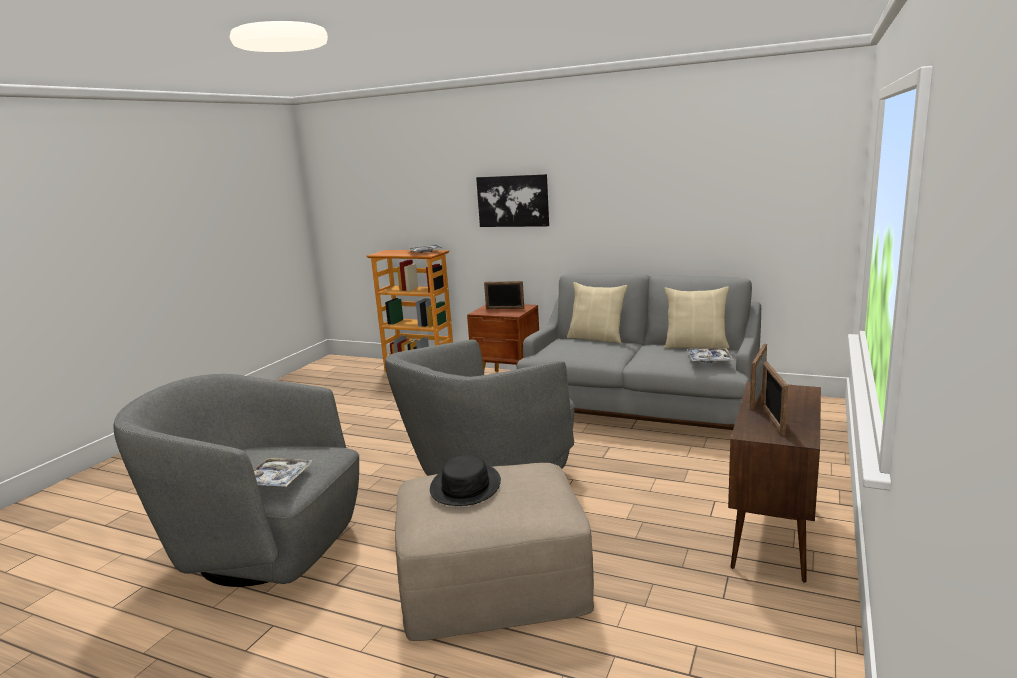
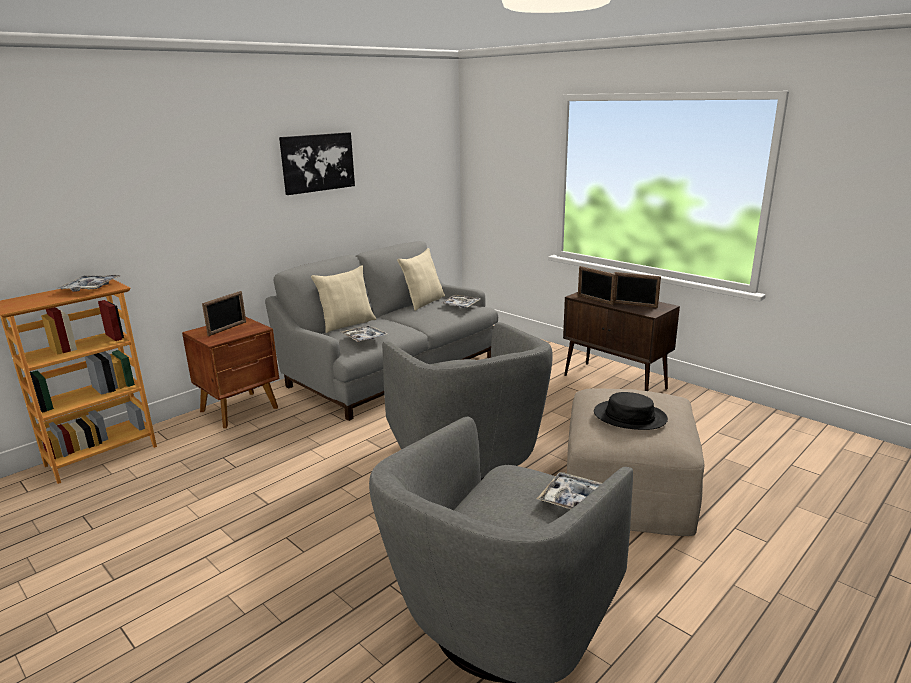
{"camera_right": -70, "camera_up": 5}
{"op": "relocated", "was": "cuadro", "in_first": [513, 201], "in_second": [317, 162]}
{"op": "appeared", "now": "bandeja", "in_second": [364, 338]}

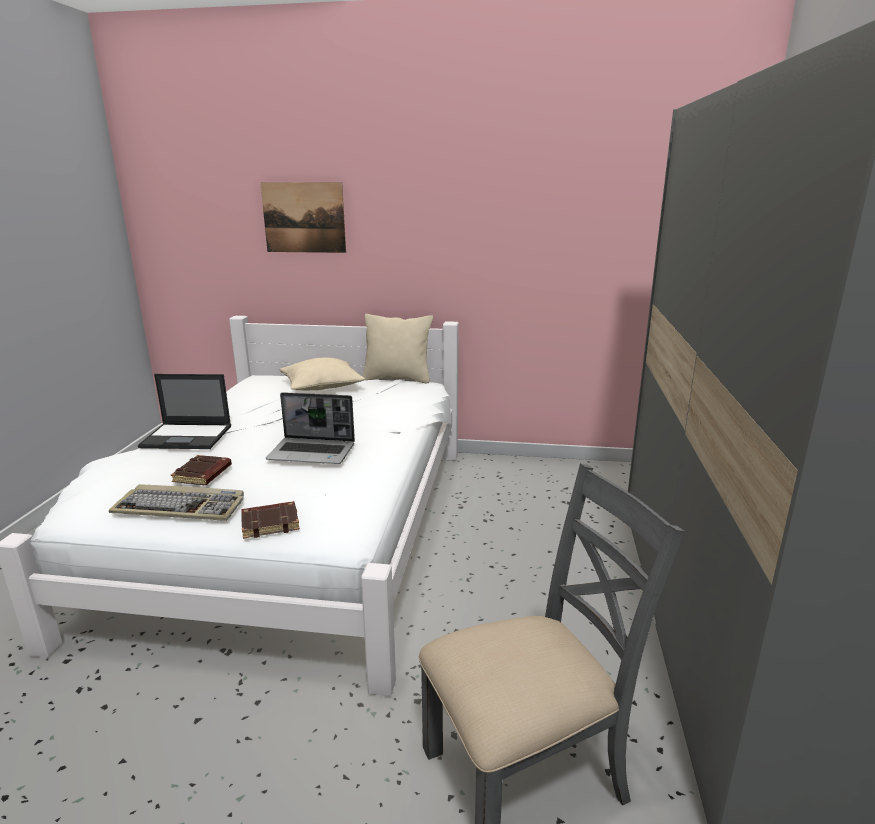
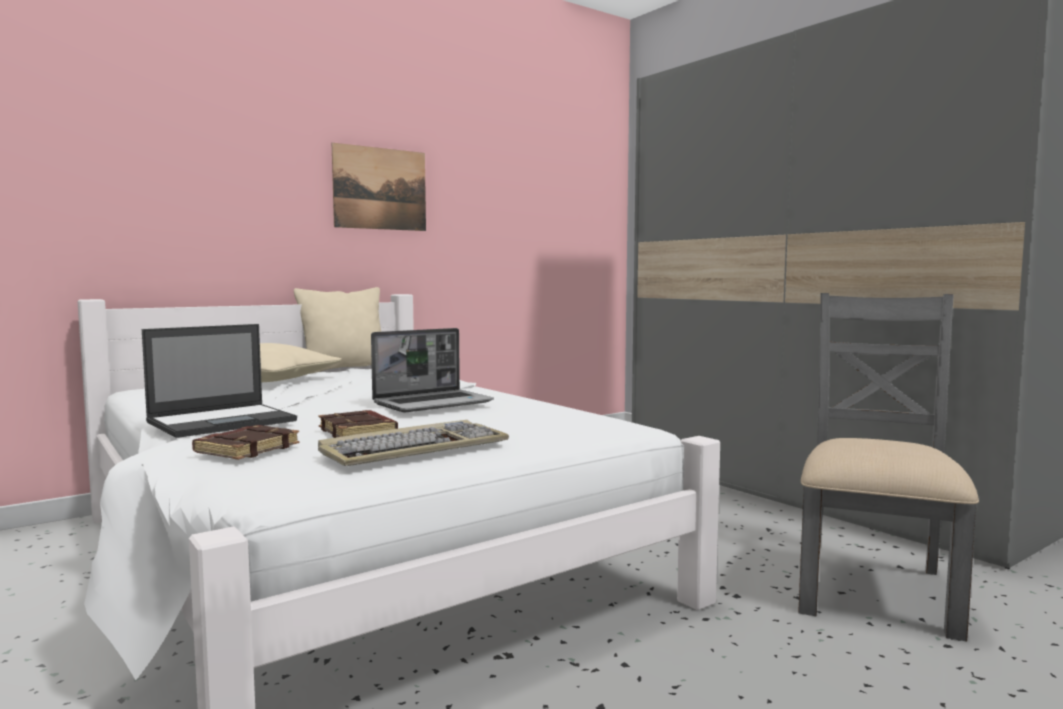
{"camera_right": -45, "camera_up": -15}
{"op": "relocated", "was": "cuadro", "in_first": [304, 217], "in_second": [380, 188]}
{"op": "relocated", "was": "libro [marrón]", "in_first": [271, 523], "in_second": [247, 449]}

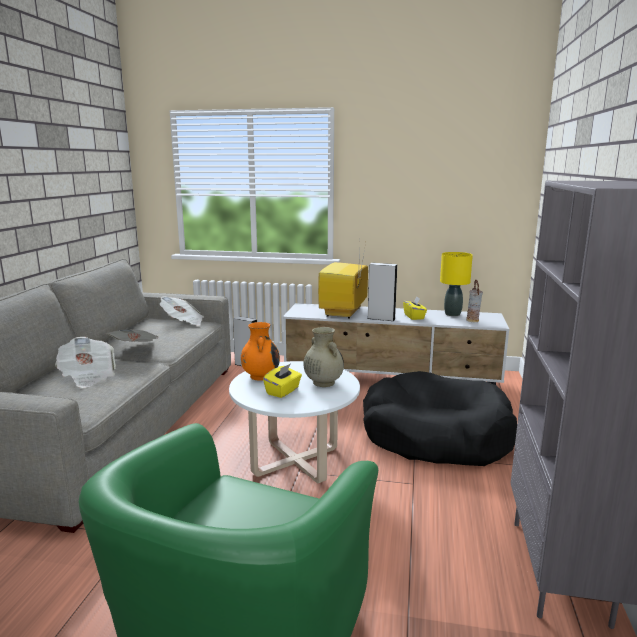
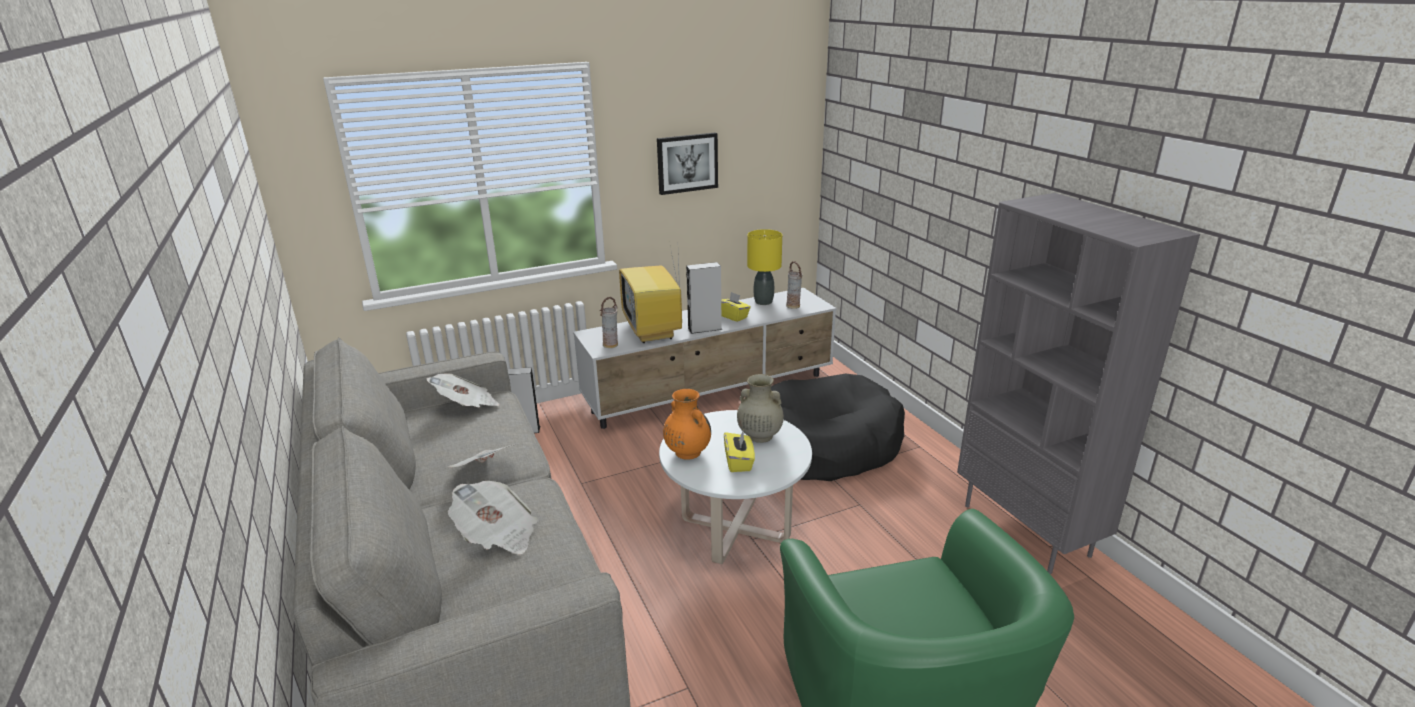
{"camera_right": -35, "camera_up": 10}
{"op": "appeared", "now": "cuadro", "in_second": [687, 163]}
{"op": "appeared", "now": "florero", "in_second": [611, 345]}

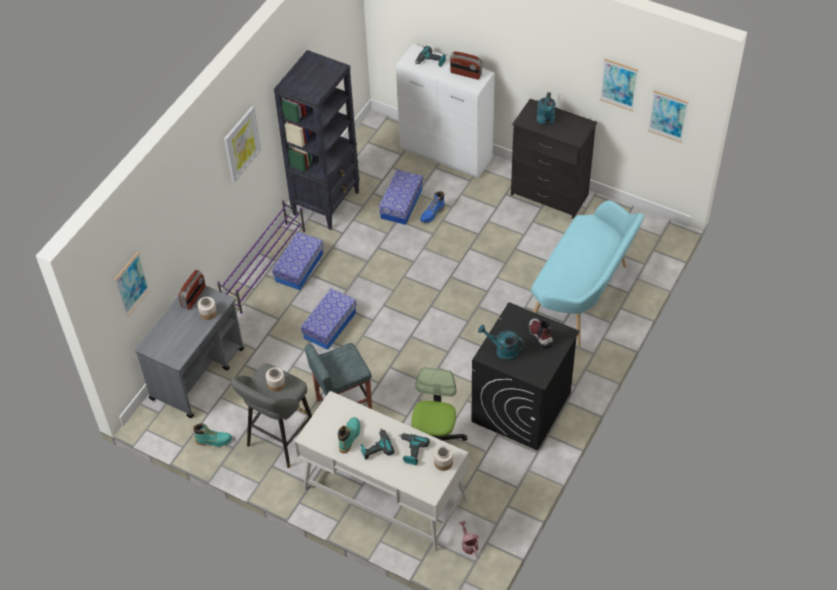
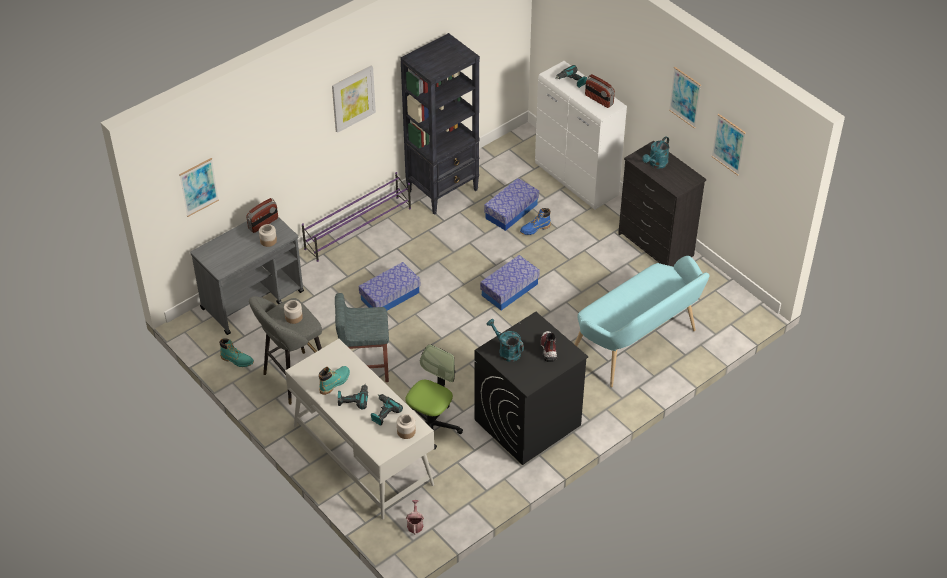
{"camera_right": 20, "camera_up": -5}
{"op": "relocated", "was": "cuadro", "in_first": [668, 116], "in_second": [685, 97]}
{"op": "relocated", "was": "caja de almacenaje", "in_first": [299, 267], "in_second": [509, 289]}

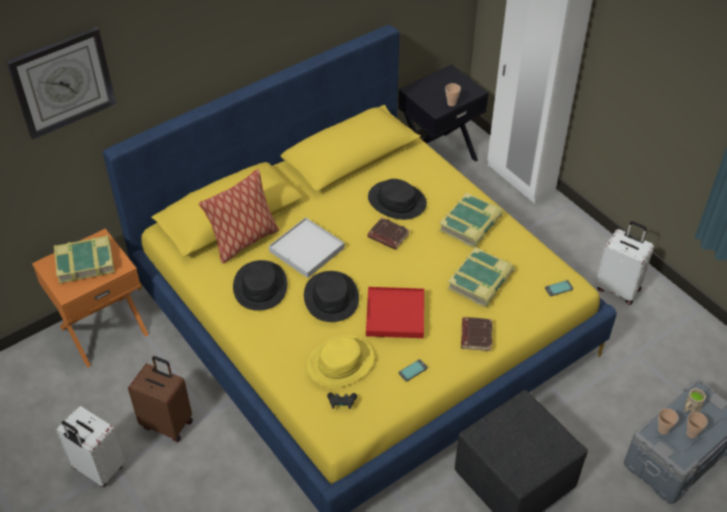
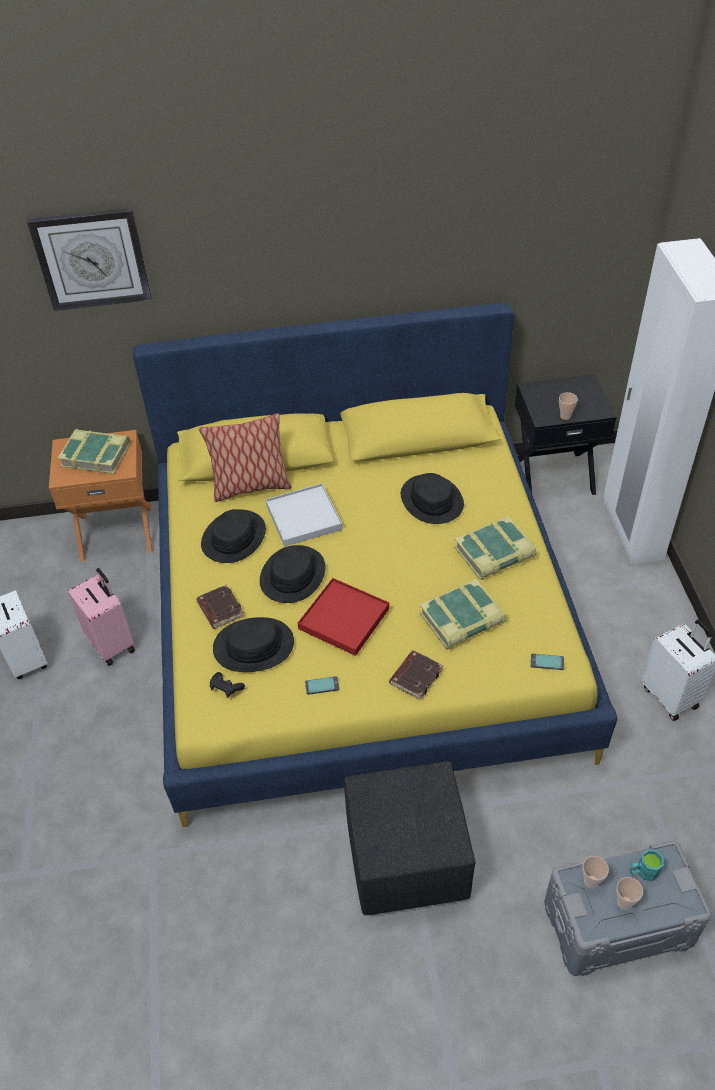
{"camera_right": 30, "camera_up": 0}
{"op": "relocated", "was": "libro [marrón]", "in_first": [387, 236], "in_second": [219, 609]}
{"op": "colour", "was": "sombrero [amarillo]", "now": "sombrero [negro]", "in_first": [340, 362], "in_second": [253, 646]}
{"op": "colour", "was": "maleta [marrón]", "now": "maleta [rosa]", "in_first": [168, 423], "in_second": [112, 644]}
{"op": "colour", "was": "taza grande [beis]", "now": "taza grande [turquesa]", "in_first": [690, 408], "in_second": [643, 871]}

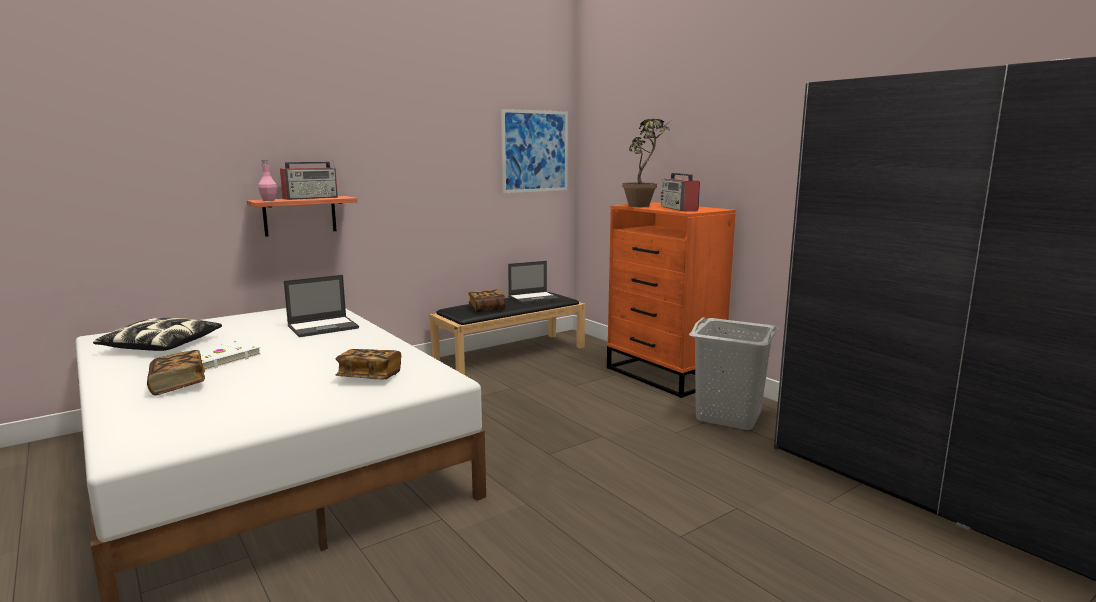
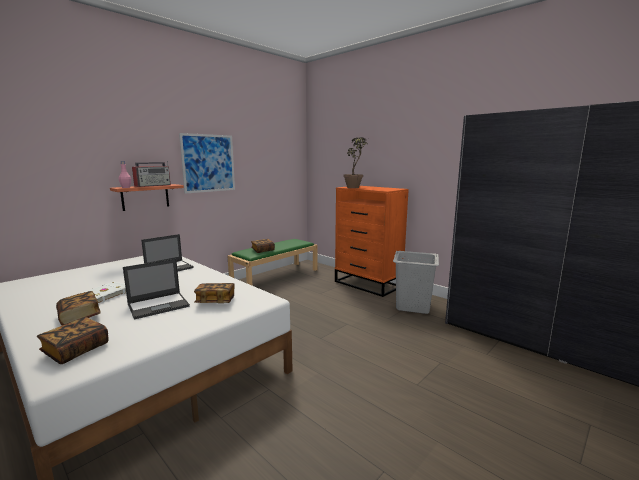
{"camera_right": -10, "camera_up": 0}
{"op": "relocated", "was": "cuadro", "in_first": [535, 151], "in_second": [208, 163]}
{"op": "missing", "was": "radio", "in_first": [679, 209]}
{"op": "relocated", "was": "portátil", "in_first": [534, 298], "in_second": [159, 305]}
{"op": "colour", "was": "banco [negro]", "now": "banco [verde]", "in_first": [511, 353], "in_second": [276, 276]}
{"op": "missing", "was": "cojín", "in_first": [162, 345]}
{"op": "appeared", "now": "libro", "in_second": [76, 350]}

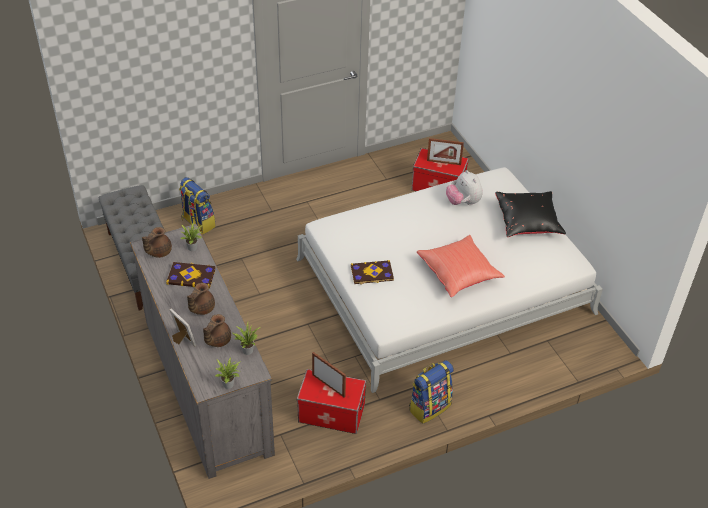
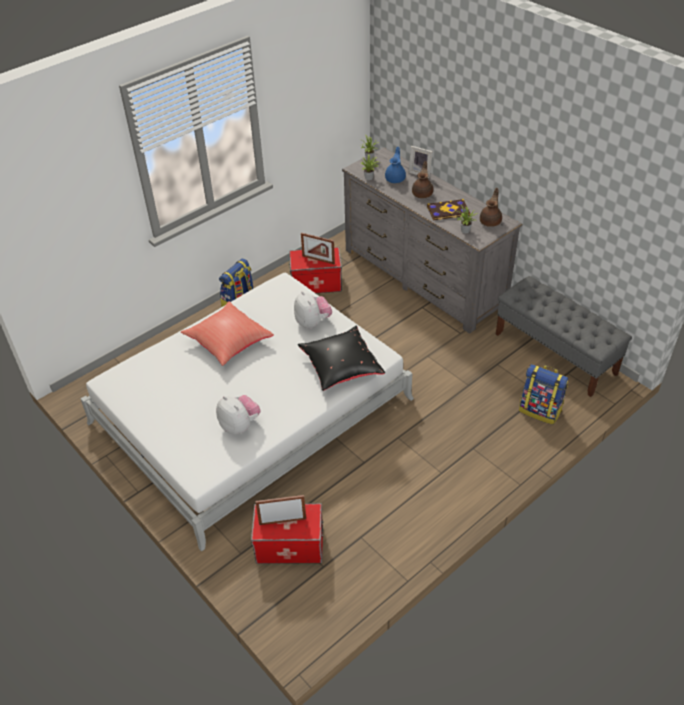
{"camera_right": 165, "camera_up": 0}
{"op": "relocated", "was": "cojín [negro]", "in_first": [528, 223], "in_second": [340, 368]}
{"op": "exchanged", "was": "libro", "now": "peluche", "in_first": [372, 273], "in_second": [312, 322]}
{"op": "colour", "was": "tetera [marrón]", "now": "tetera [azul]", "in_first": [217, 340], "in_second": [395, 178]}

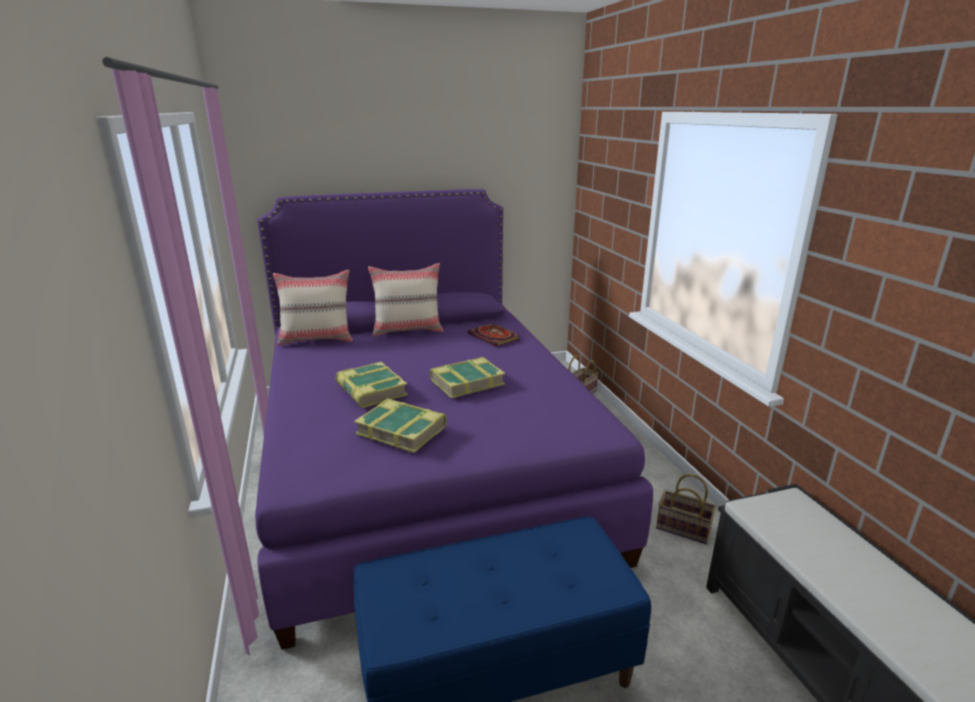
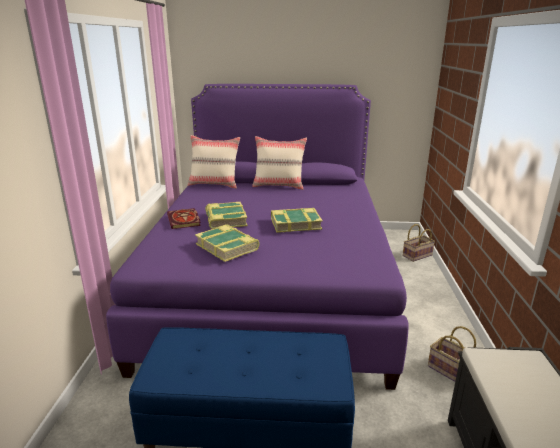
{"camera_right": 20, "camera_up": 0}
{"op": "relocated", "was": "libro", "in_first": [495, 337], "in_second": [184, 220]}

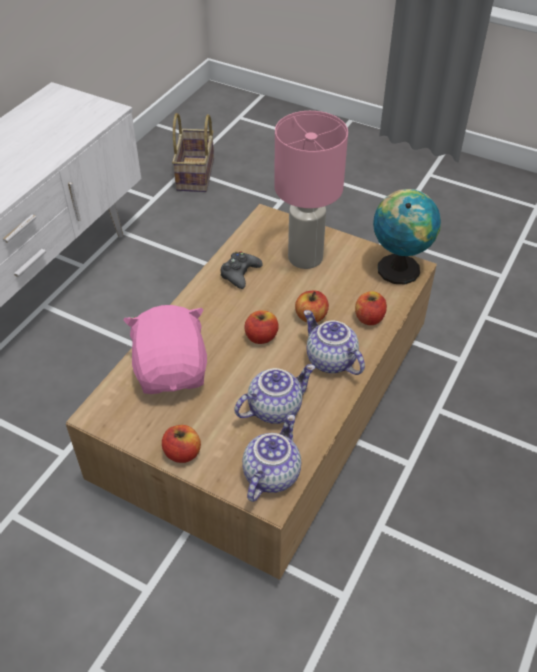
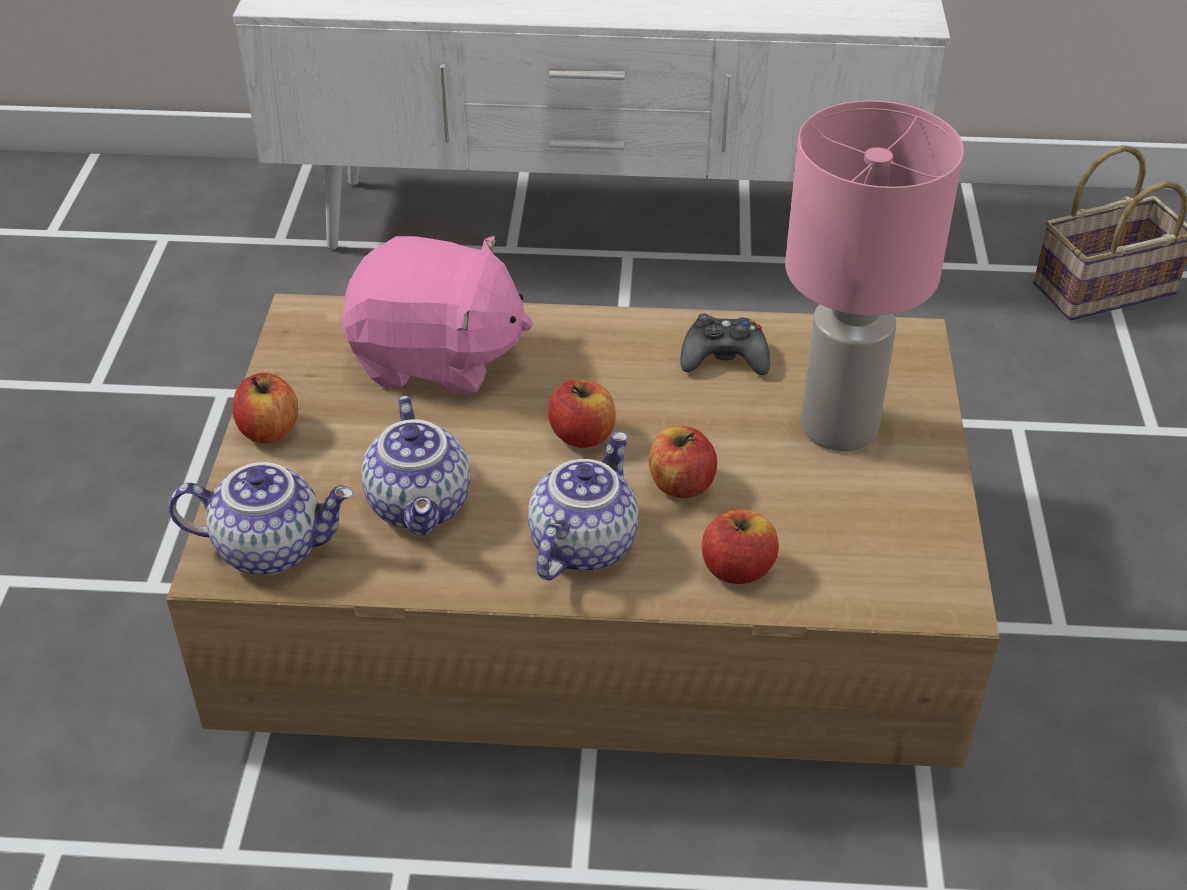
{"camera_right": 65, "camera_up": -5}
{"op": "missing", "was": "globo terráqueo", "in_first": [398, 267]}
{"op": "spun", "was": "peluche [rosa]", "in_first": [172, 370], "in_second": [437, 359], "clockwise": 45}
{"op": "spun", "was": "tetera", "in_first": [274, 407], "in_second": [422, 506], "clockwise": 45}

